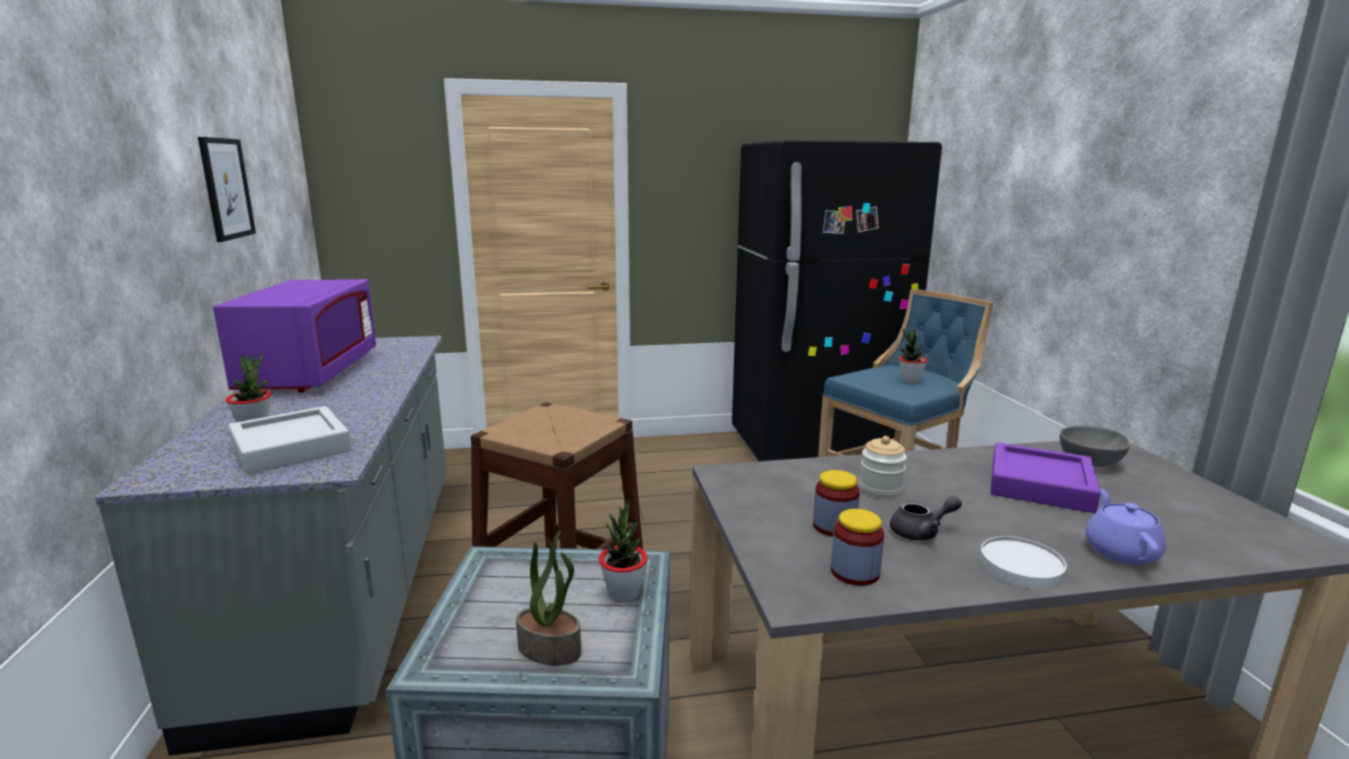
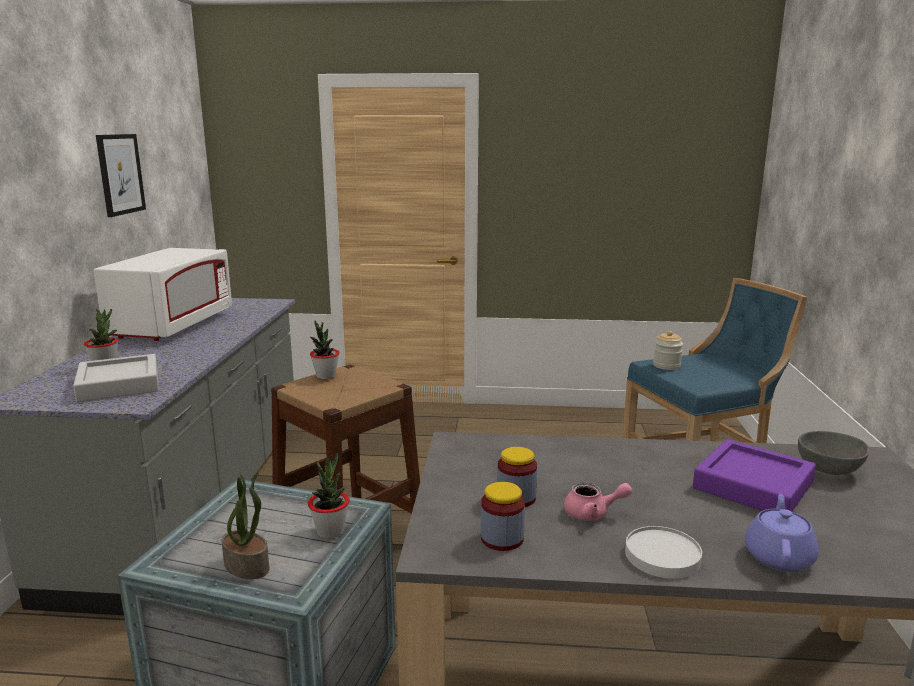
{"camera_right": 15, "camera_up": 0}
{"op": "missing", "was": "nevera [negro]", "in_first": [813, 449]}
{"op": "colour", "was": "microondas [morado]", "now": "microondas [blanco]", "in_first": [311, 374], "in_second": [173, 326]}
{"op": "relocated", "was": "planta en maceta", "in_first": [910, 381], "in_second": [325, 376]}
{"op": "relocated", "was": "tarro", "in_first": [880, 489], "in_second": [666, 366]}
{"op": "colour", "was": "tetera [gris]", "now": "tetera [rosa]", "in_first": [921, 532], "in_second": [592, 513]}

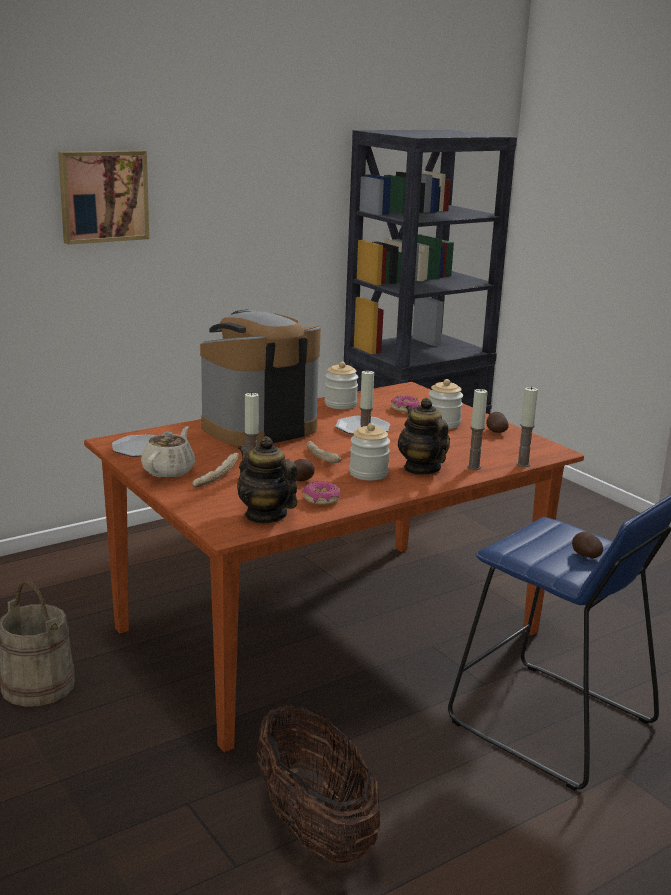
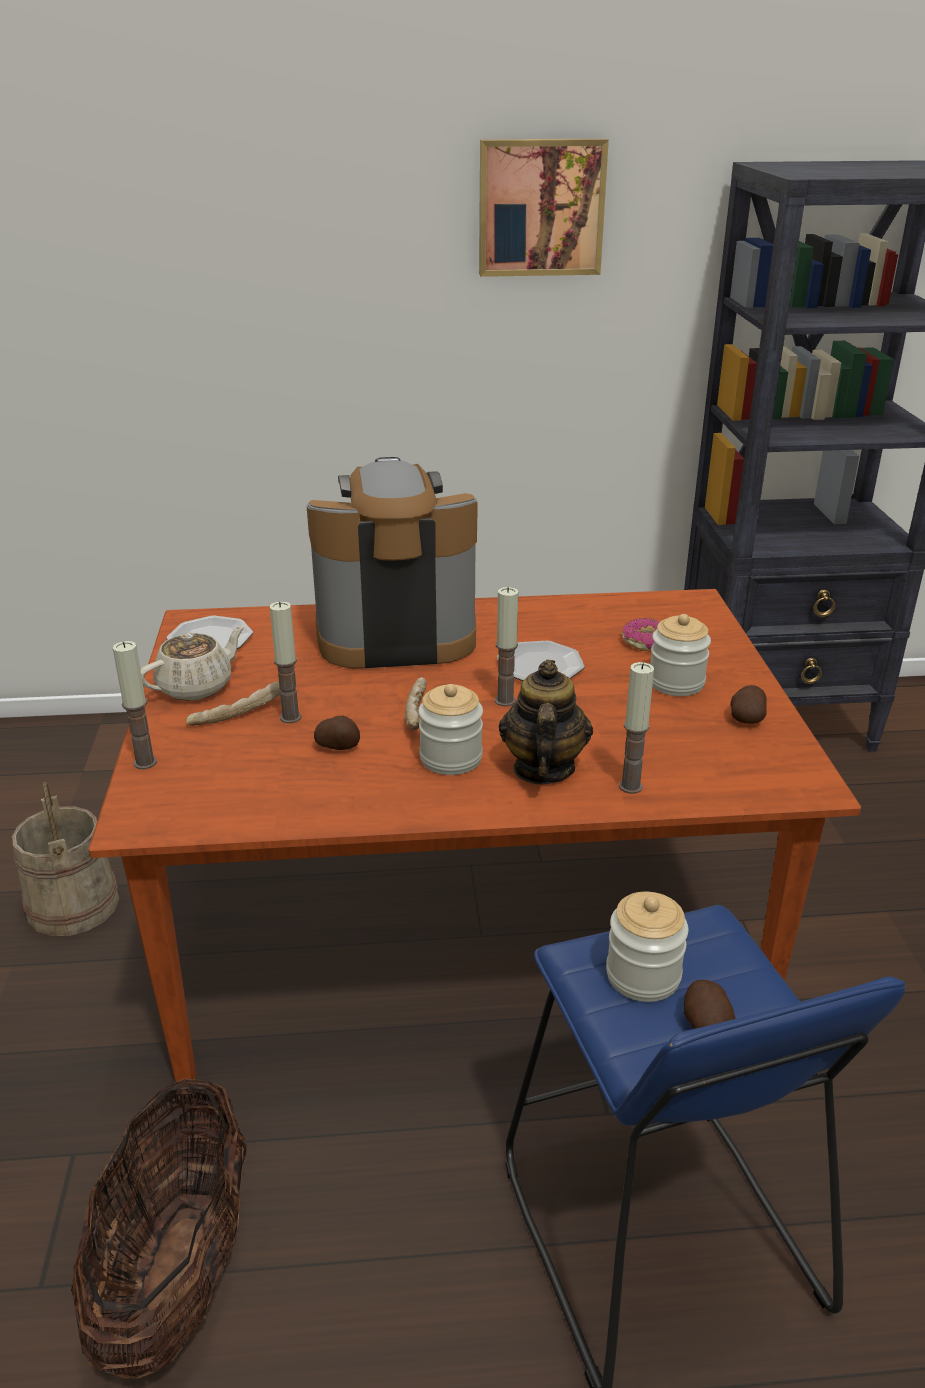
{"camera_right": 30, "camera_up": 10}
{"op": "relocated", "was": "cuadro", "in_first": [103, 196], "in_second": [540, 207]}
{"op": "relocated", "was": "tarro", "in_first": [340, 404], "in_second": [643, 975]}
{"op": "relocated", "was": "vela", "in_first": [523, 464], "in_second": [145, 762]}
{"op": "missing", "was": "tetera", "in_first": [265, 515]}
{"op": "missing", "was": "rosquilla", "in_first": [321, 499]}

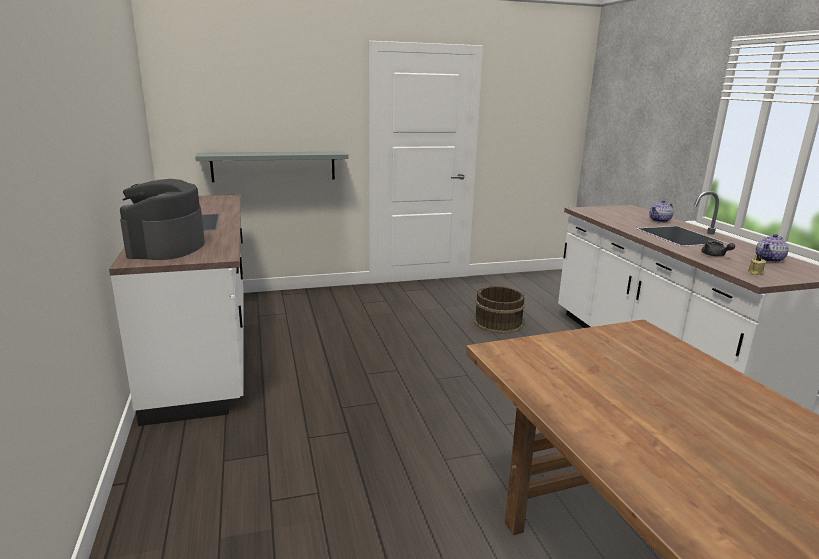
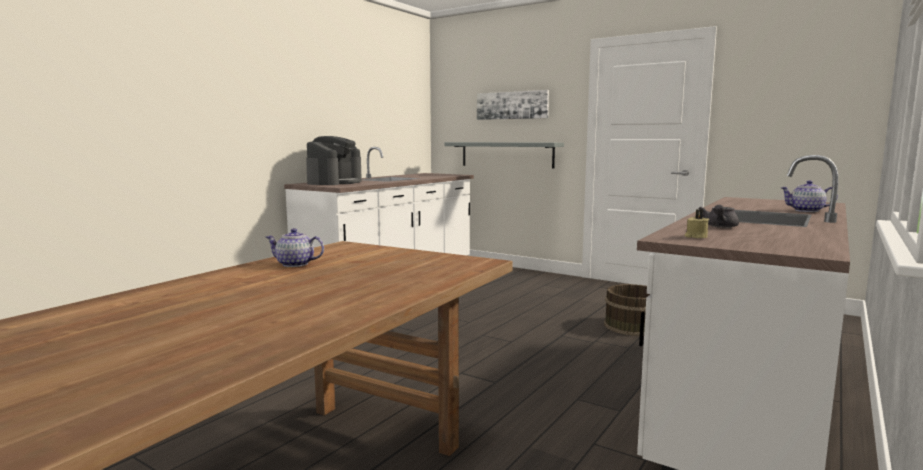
{"camera_right": 50, "camera_up": -10}
{"op": "spun", "was": "cafetera", "in_first": [166, 247], "in_second": [335, 182], "clockwise": 150}
{"op": "relocated", "was": "tetera", "in_first": [769, 259], "in_second": [295, 264]}
{"op": "appeared", "now": "cuadro", "in_second": [512, 105]}

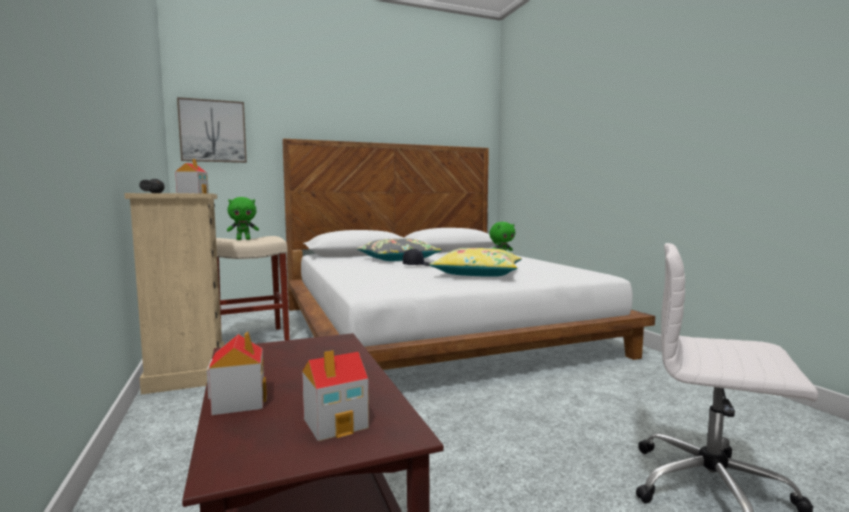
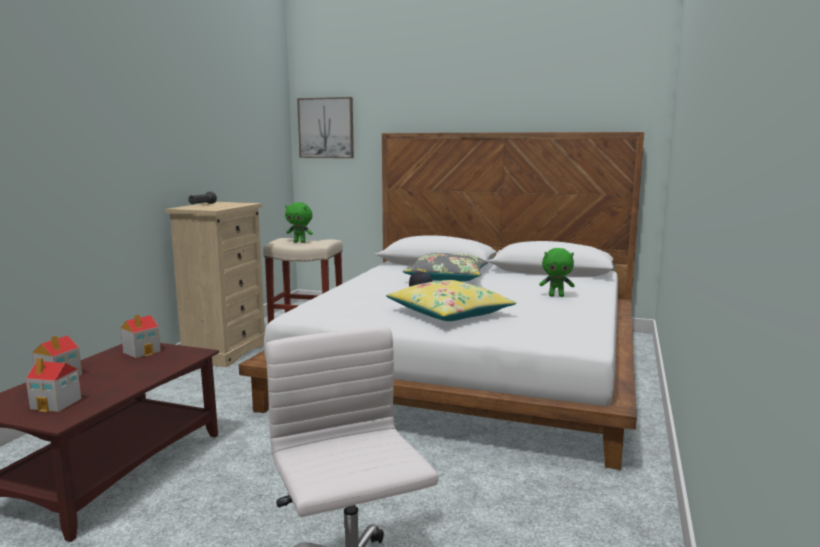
{"camera_right": 40, "camera_up": 5}
{"op": "relocated", "was": "casita", "in_first": [193, 193], "in_second": [142, 351]}

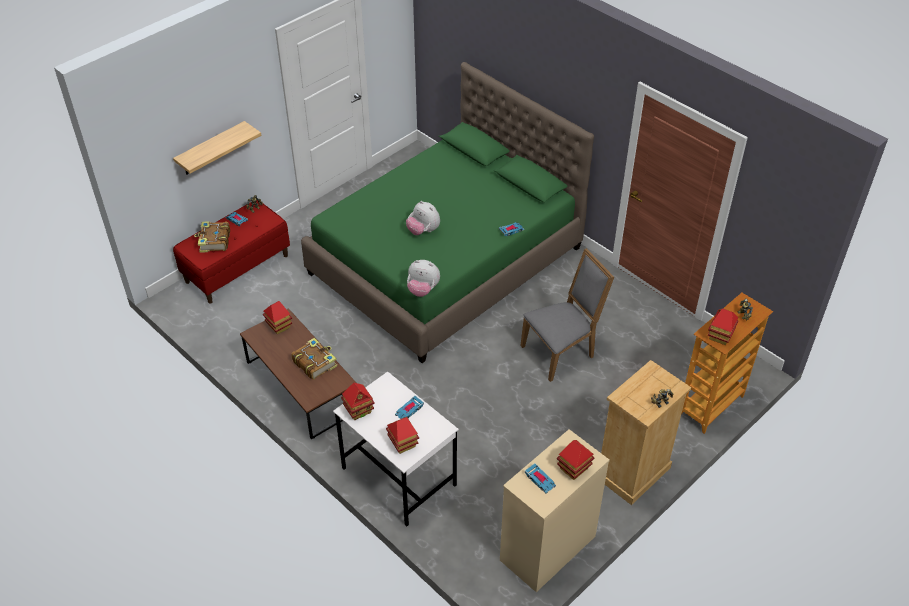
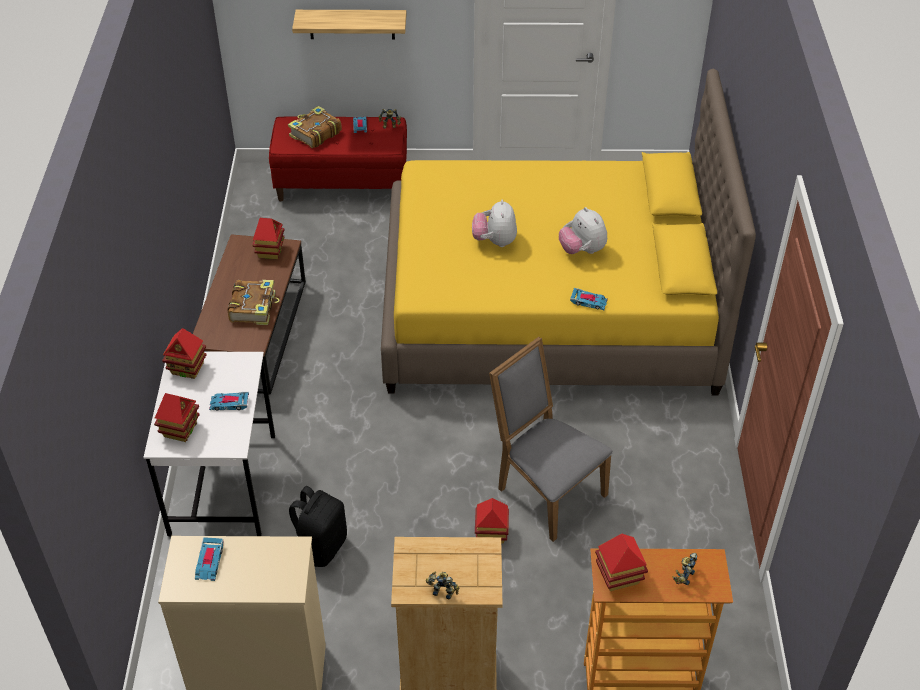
{"camera_right": 45, "camera_up": 0}
{"op": "colour", "was": "cama [verde]", "now": "cama [amarillo]", "in_first": [446, 260], "in_second": [548, 308]}
{"op": "spun", "was": "silla [gris]", "in_first": [561, 351], "in_second": [545, 490], "clockwise": -150}
{"op": "relocated", "was": "peluche", "in_first": [423, 290], "in_second": [582, 250]}
{"op": "relocated", "was": "casita", "in_first": [574, 469], "in_second": [491, 534]}
{"op": "appeared", "now": "mochila [negro]", "in_second": [320, 546]}

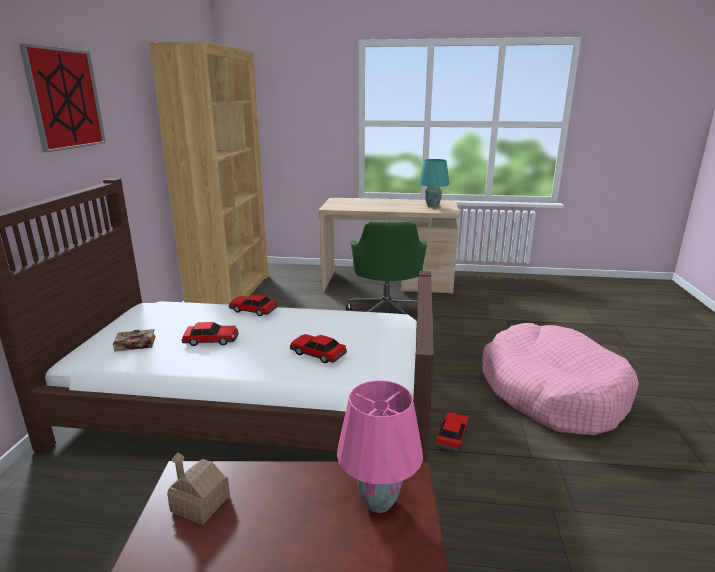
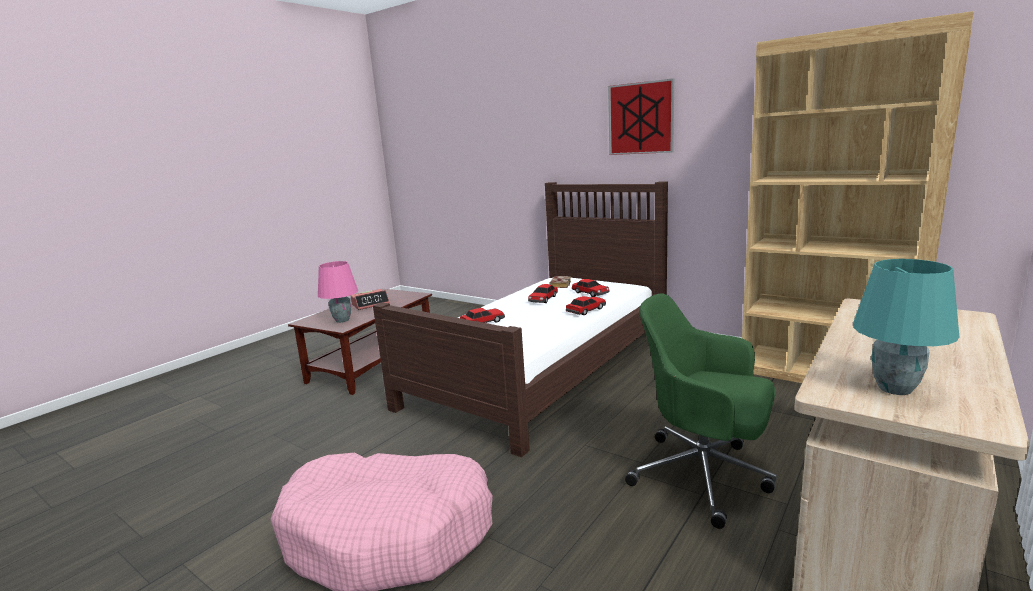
{"camera_right": 120, "camera_up": -5}
{"op": "relocated", "was": "coche de juguete", "in_first": [452, 436], "in_second": [590, 293]}
{"op": "missing", "was": "casita", "in_first": [200, 503]}
{"op": "appeared", "now": "despertador", "in_second": [370, 304]}

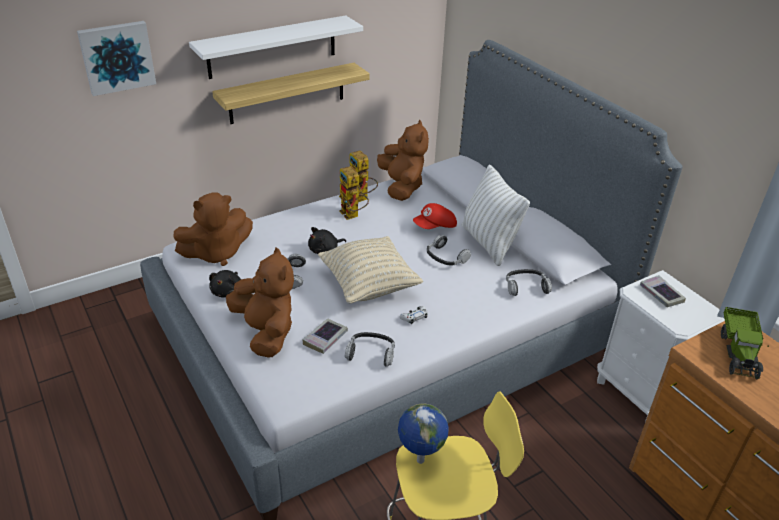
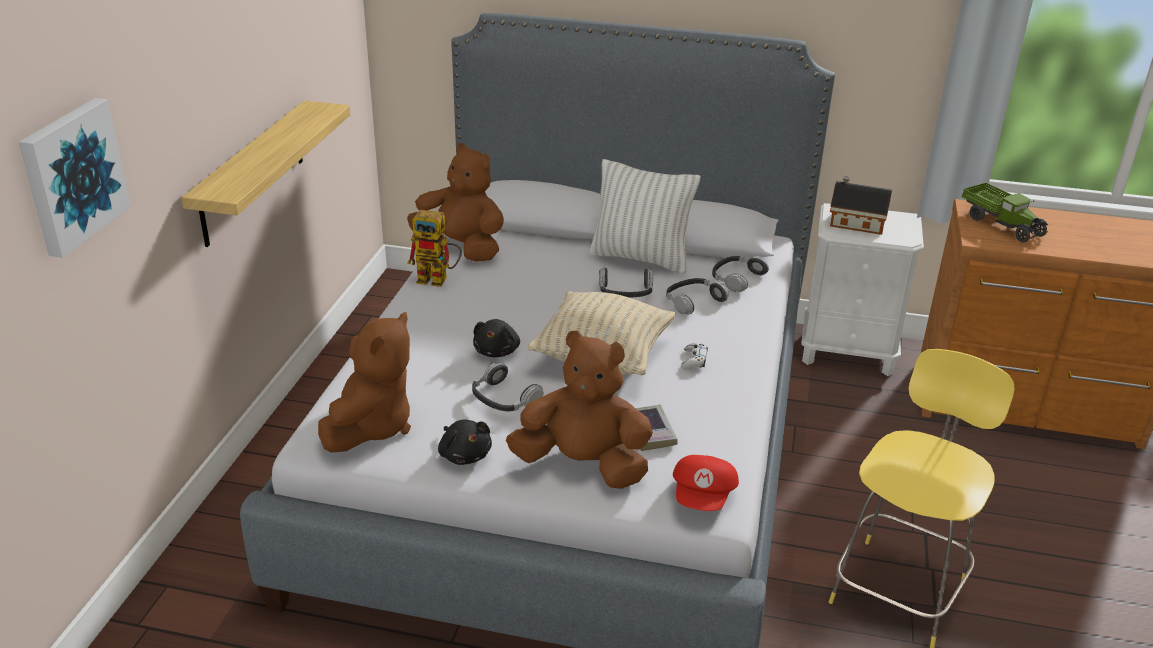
{"camera_right": -45, "camera_up": -5}
{"op": "missing", "was": "estante [blanco]", "in_first": [272, 47]}
{"op": "missing", "was": "robot de juguete", "in_first": [352, 215]}
{"op": "relocated", "was": "gorra [rojo]", "in_first": [435, 227], "in_second": [704, 497]}
{"op": "exchanged", "was": "libro", "now": "casita", "in_first": [661, 294], "in_second": [855, 222]}
{"op": "relocated", "was": "auriculares", "in_first": [371, 353], "in_second": [693, 301]}
{"op": "missing", "was": "globo terráqueo", "in_first": [419, 460]}

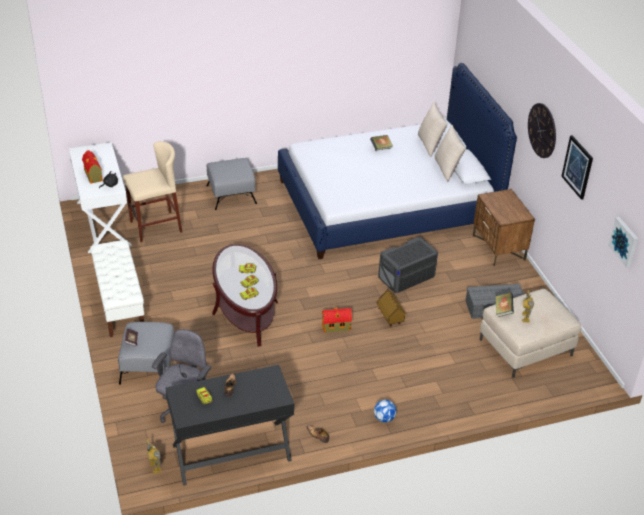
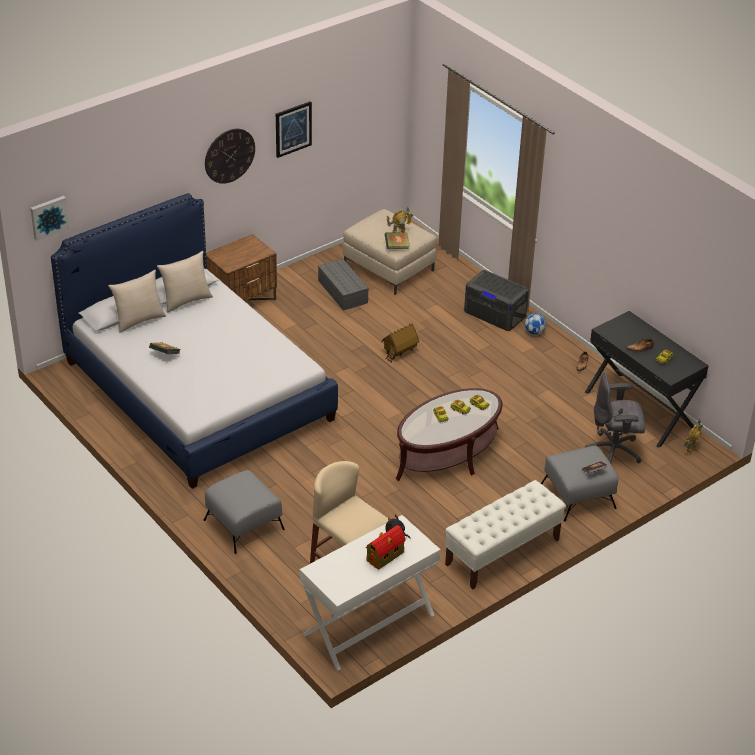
{"camera_right": -110, "camera_up": 0}
{"op": "relocated", "was": "cuadro", "in_first": [624, 241], "in_second": [48, 217]}
{"op": "relocated", "was": "caja de almacenaje [gris]", "in_first": [406, 276], "in_second": [495, 313]}
{"op": "missing", "was": "casita", "in_first": [337, 327]}

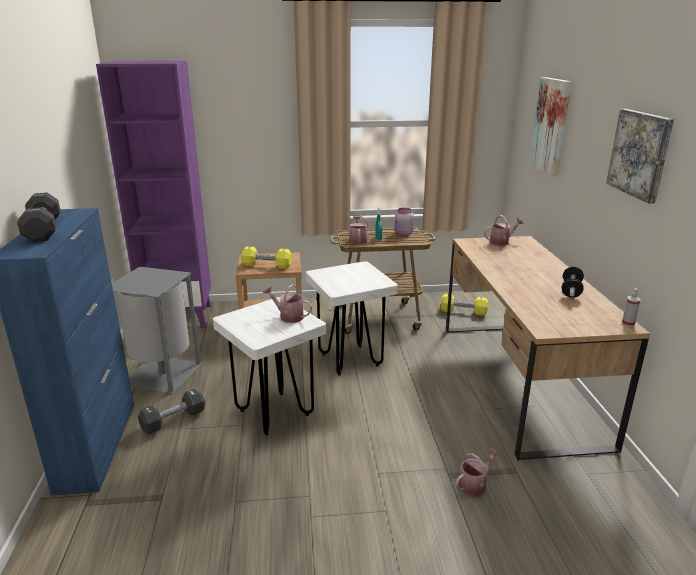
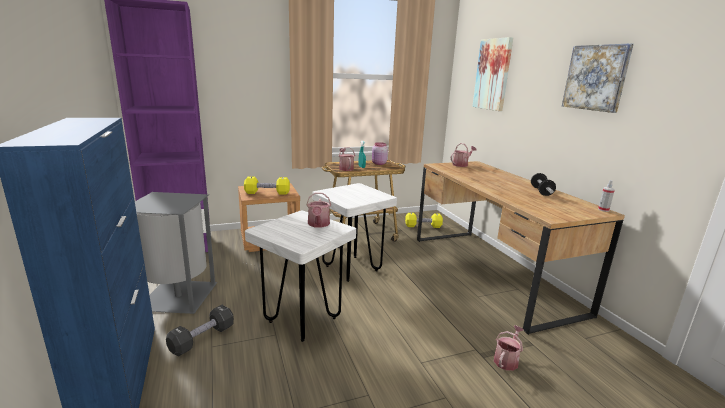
{"camera_right": -15, "camera_up": -5}
{"op": "missing", "was": "mancuerna [negro]", "in_first": [43, 230]}
{"op": "spun", "was": "regadera", "in_first": [288, 316], "in_second": [318, 224], "clockwise": -105}

